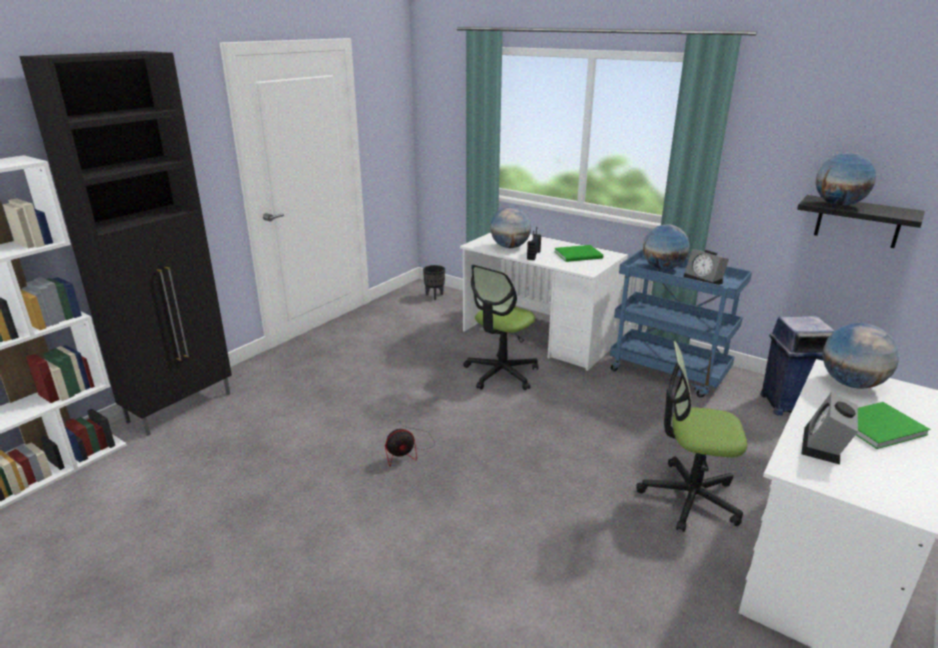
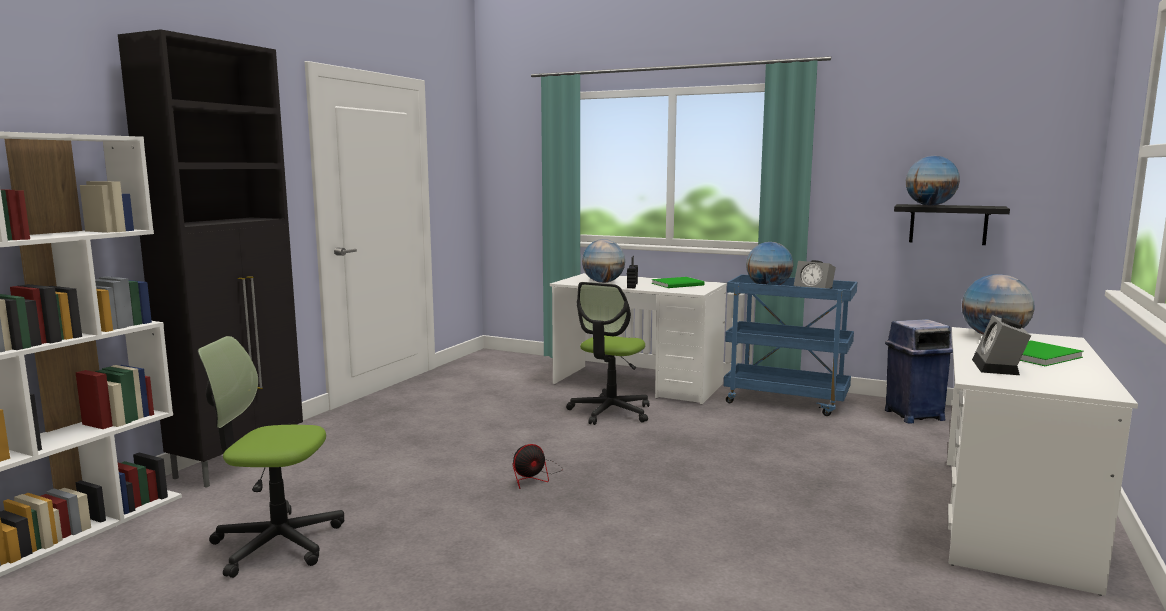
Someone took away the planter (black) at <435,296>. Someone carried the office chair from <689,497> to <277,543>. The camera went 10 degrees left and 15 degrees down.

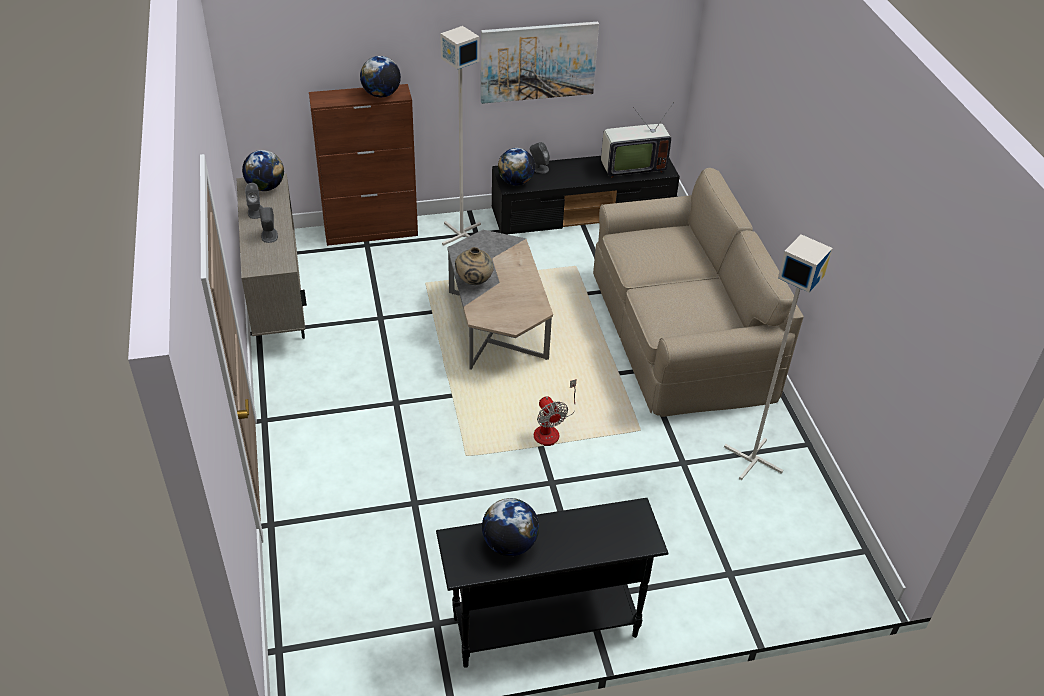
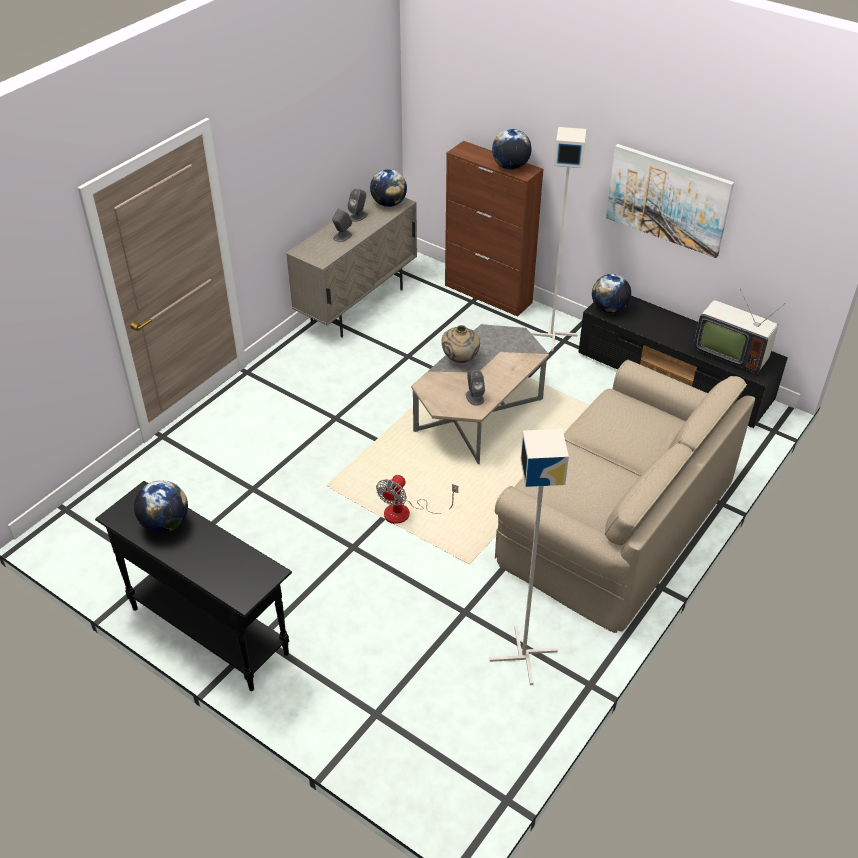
Someone carried the speaker (grey) from <538,168> to <474,397>. The camera went 50 degrees right and 0 degrees up.

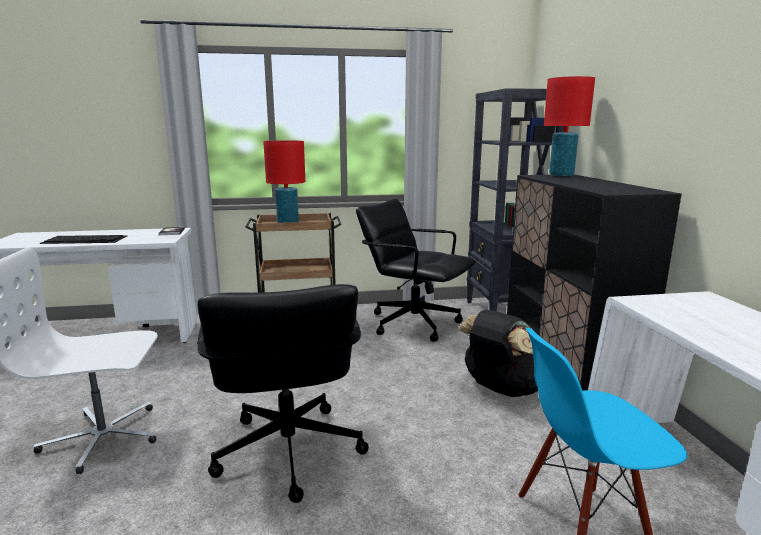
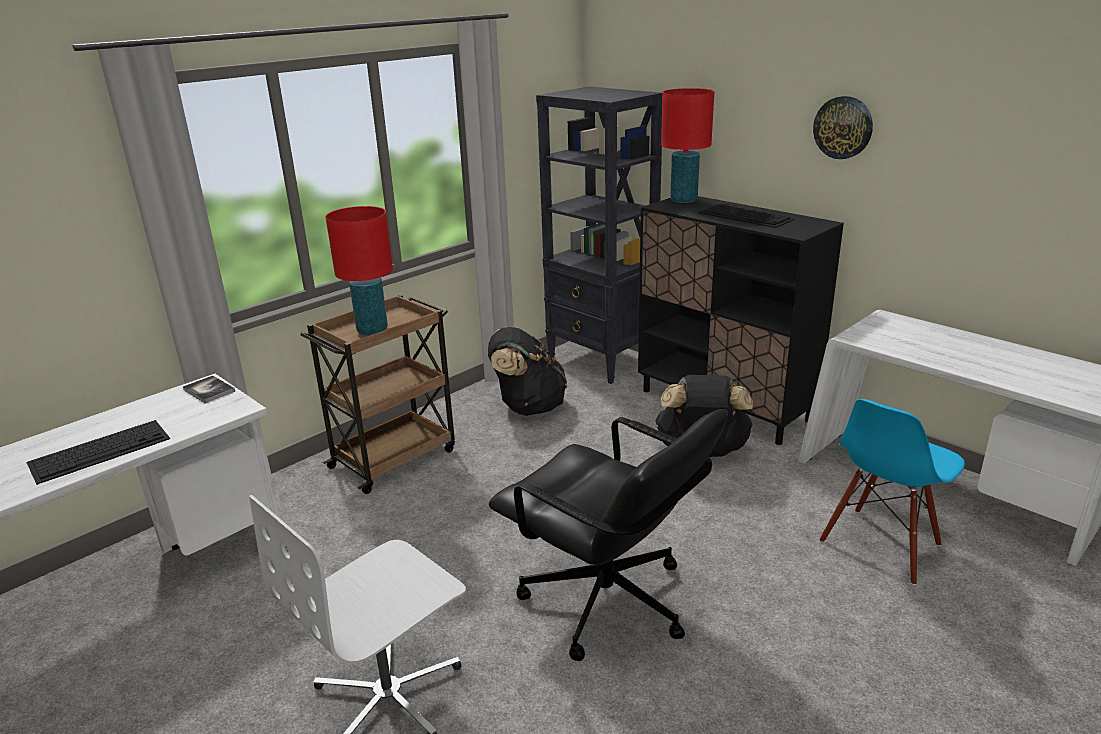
Someone swapped the office chair (black) at <413,323> for the backpack (black) at <528,407>. Someone put up the wall clock at <843,127>. Someone put down the keyboard at <746,216>. The camera went 35 degrees left and 10 degrees up.

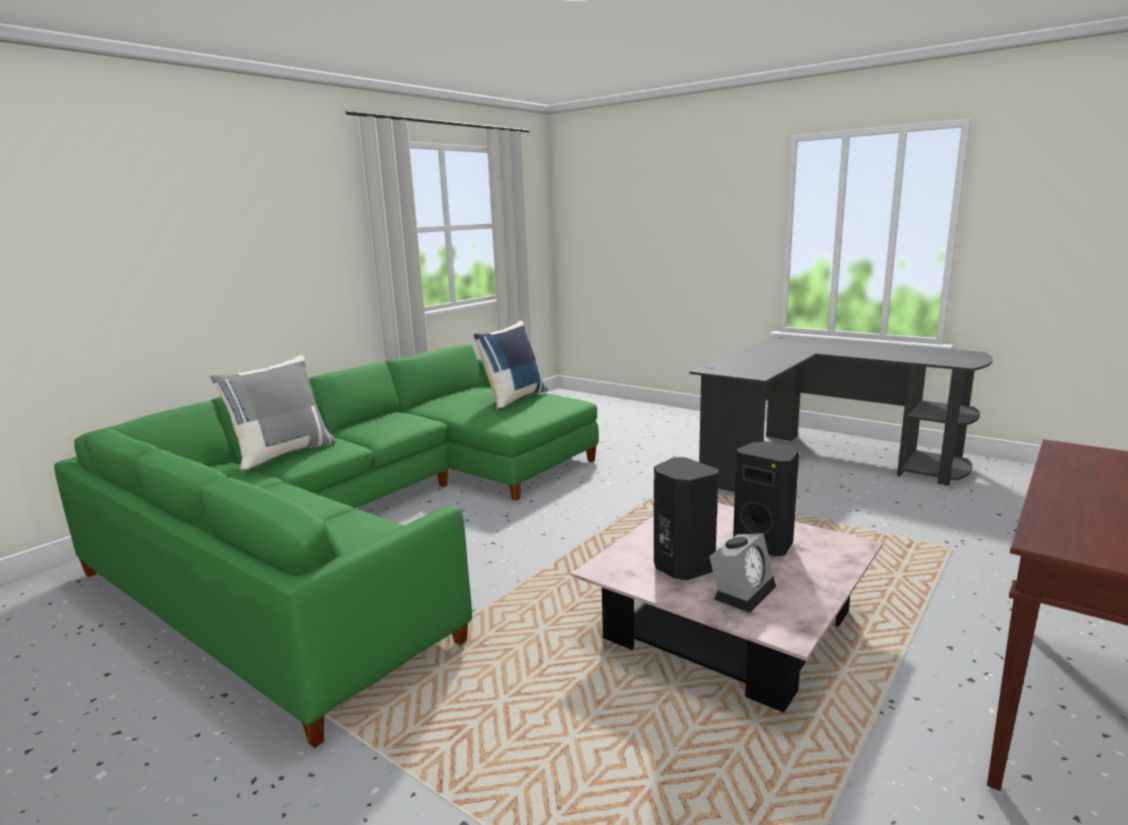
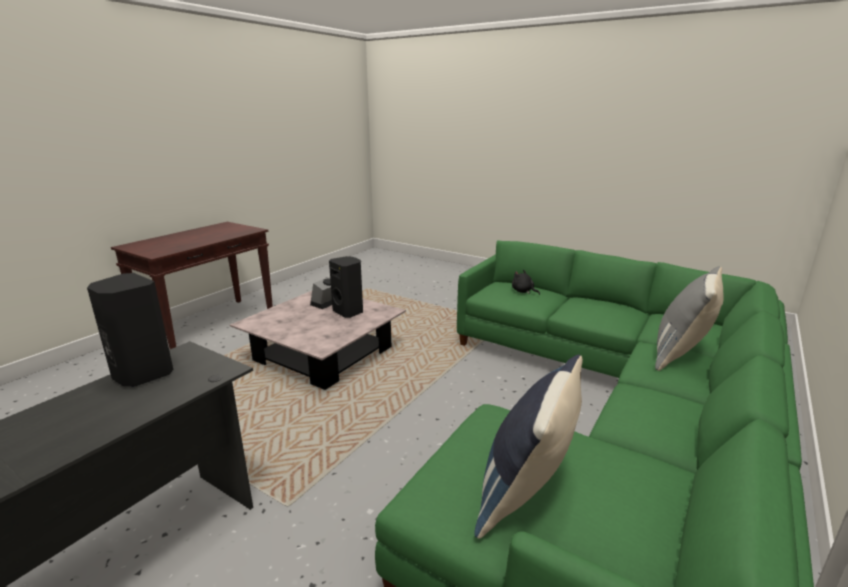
Someone carried the speaker (black) from <765,544> to <141,374>. Someone put down the plush toy (black) at <523,291>. The camera went 175 degrees right and 5 degrees up.

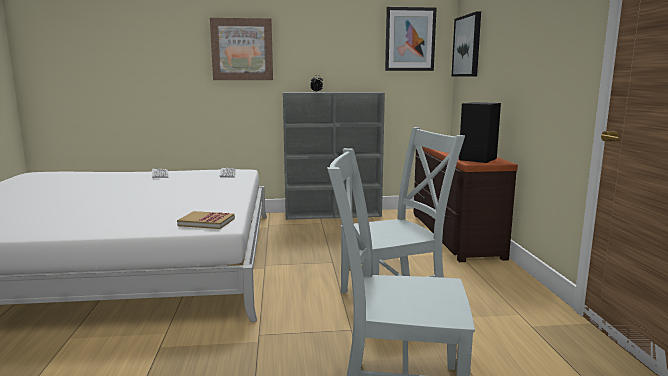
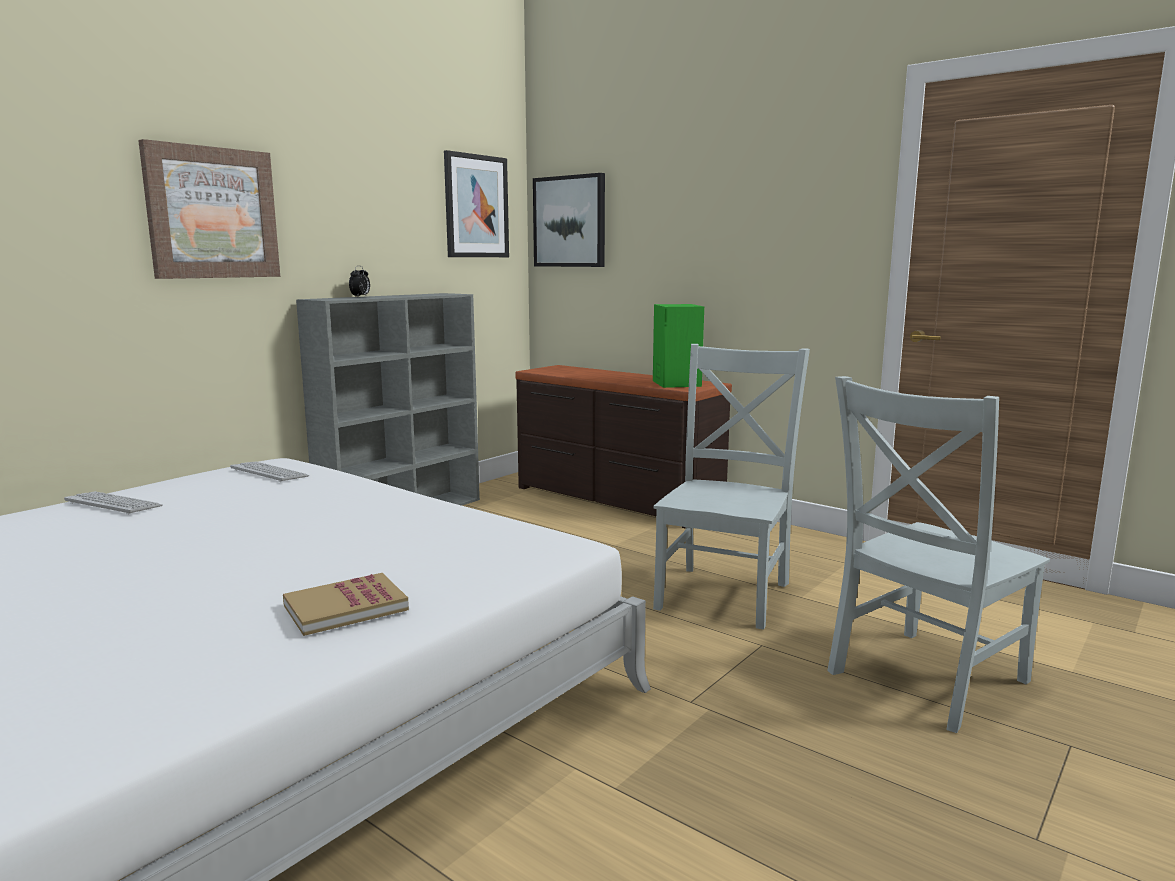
Someone repainted the speaker (black) at <478,159>, which became the speaker (green) at <676,383>. Someone carried the book from <206,222> to <345,608>. The camera went 45 degrees left and 0 degrees up.

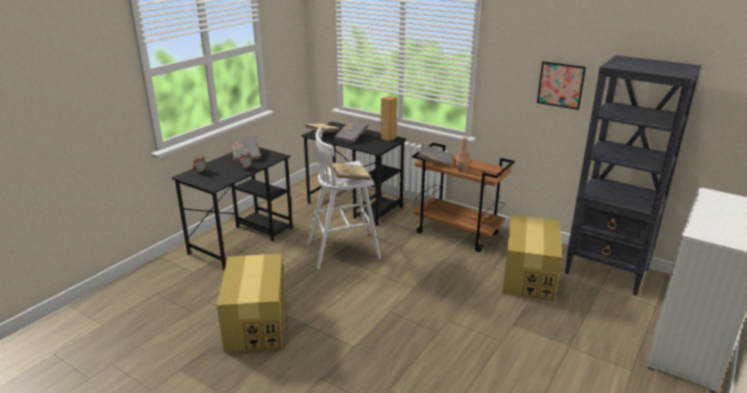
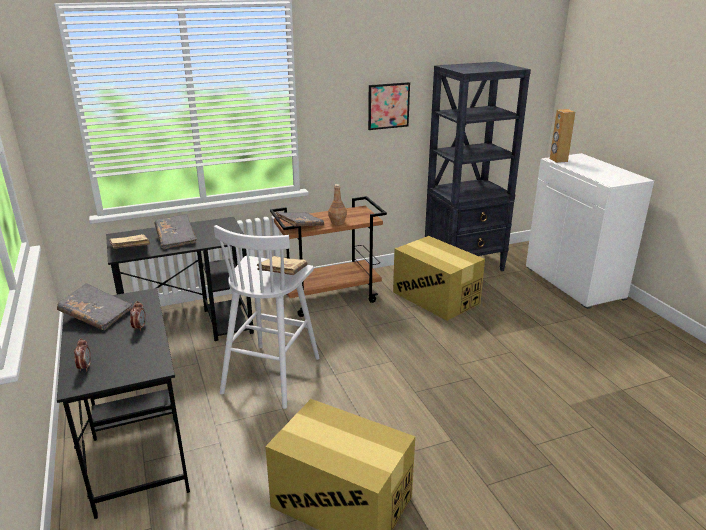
Someone carried the speaker (brown) from <388,138> to <558,160>. The camera went 55 degrees left and 0 degrees up.

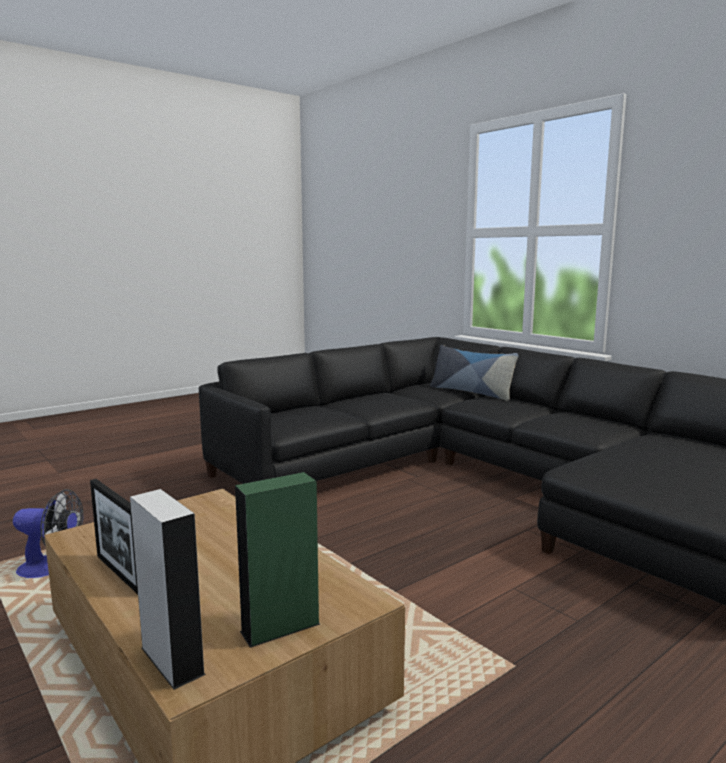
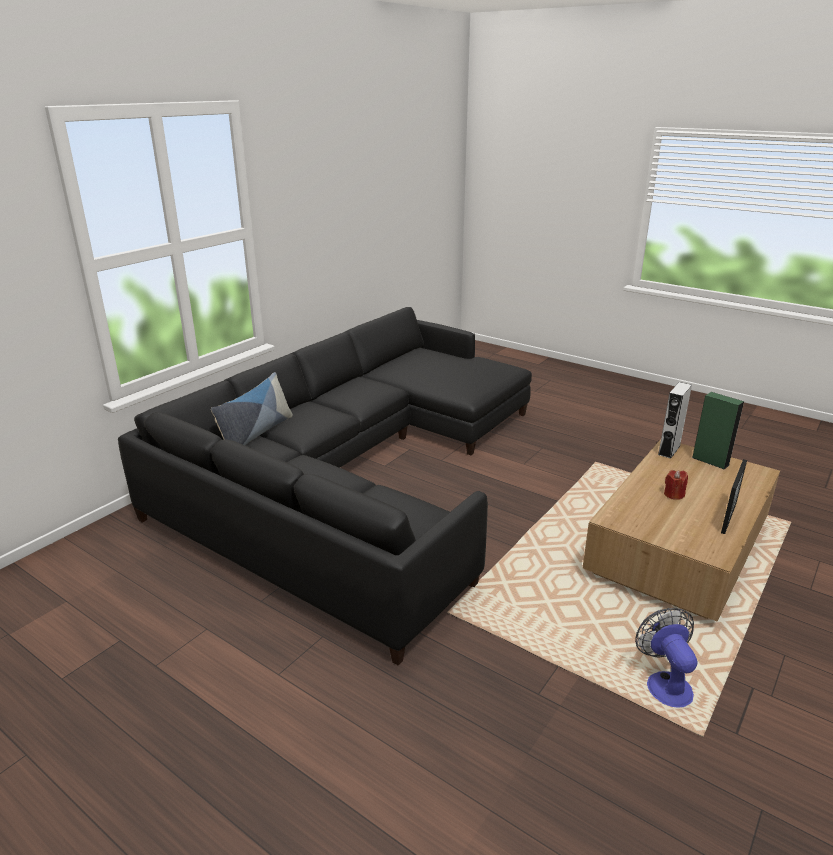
Someone carried the speaker (grey) from <172,660> to <669,450>. Someone put down the candle (red) at <673,494>. The camera went 105 degrees left and 15 degrees up.

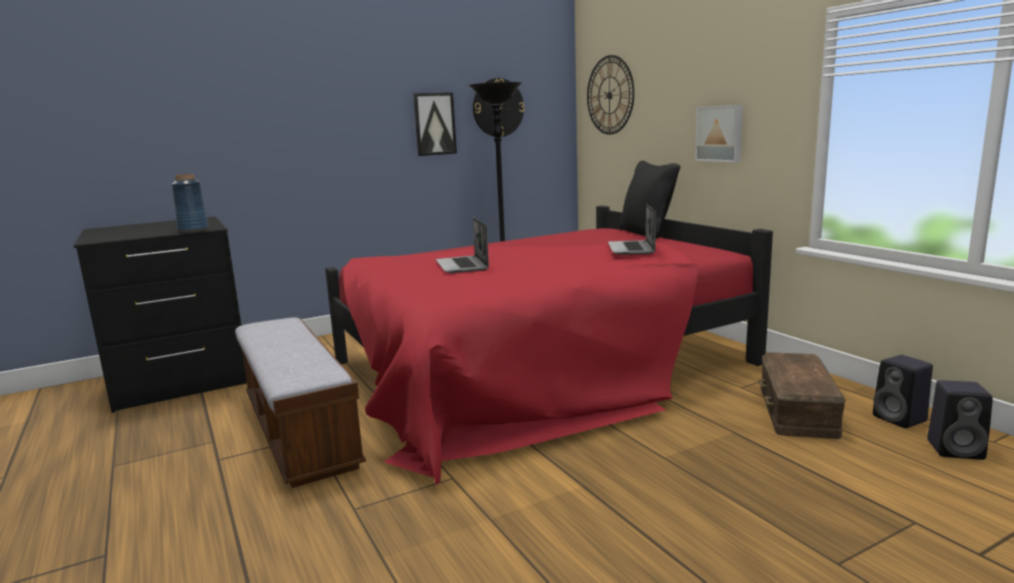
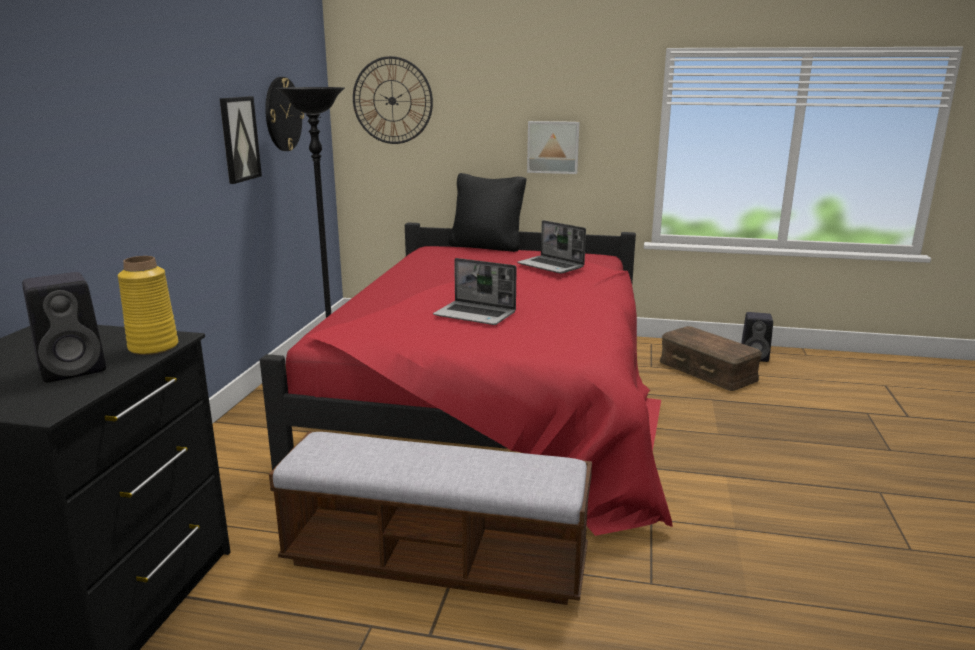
Someone repainted the vase (blue) at <193,230>, which became the vase (yellow) at <153,347>. Someone carried the speaker (black) from <957,449> to <75,368>. The camera went 50 degrees left and 5 degrees up.

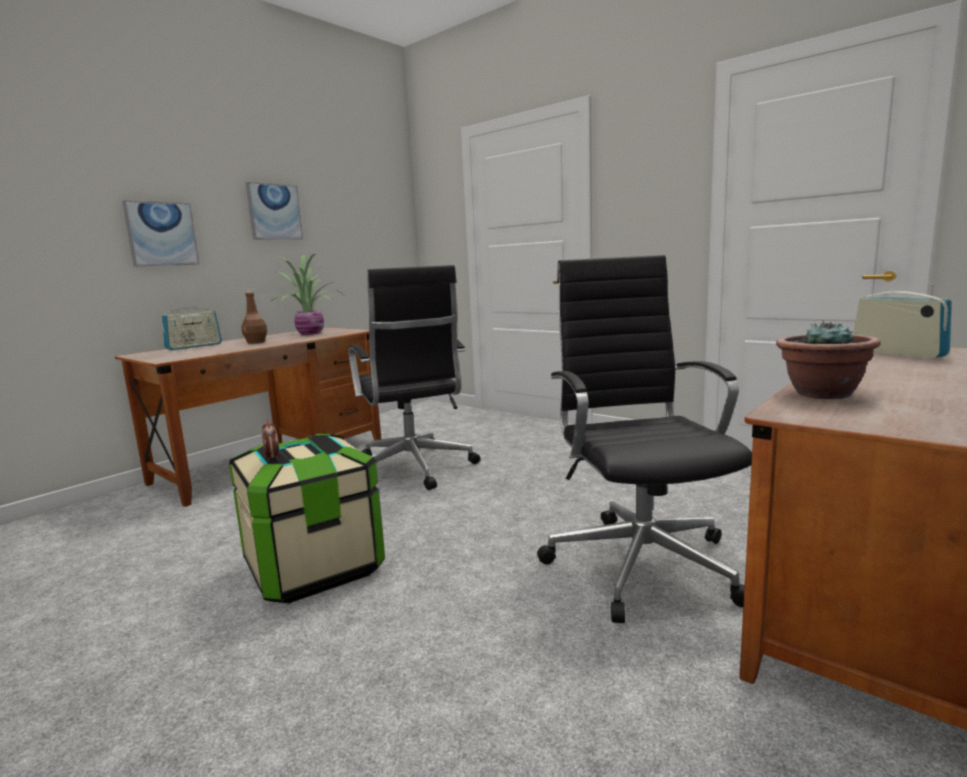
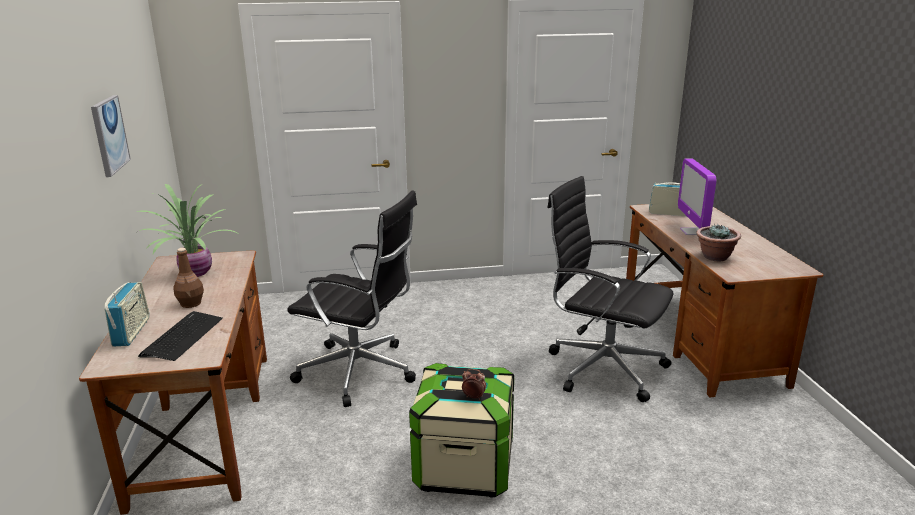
Someone took away the picture at <161,234>. Someone put down the monitor at <692,231>. Someone put down the keyboard at <182,337>. The camera went 50 degrees left and 10 degrees up.

